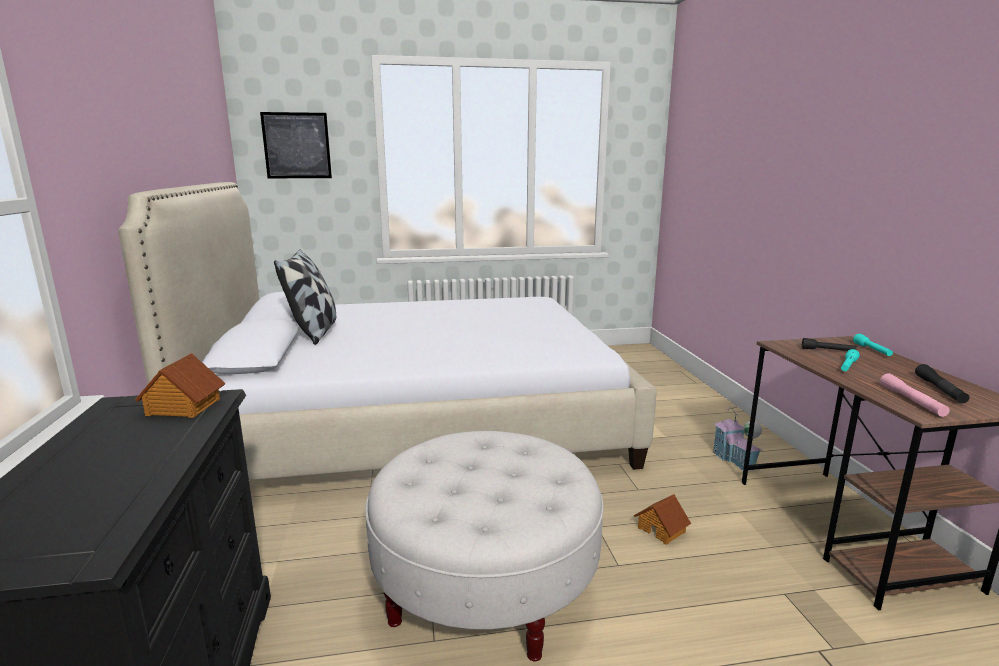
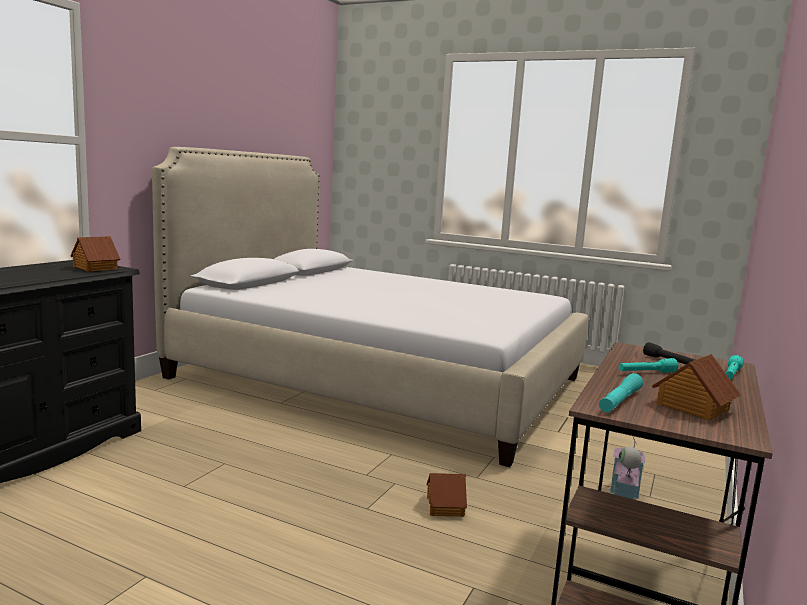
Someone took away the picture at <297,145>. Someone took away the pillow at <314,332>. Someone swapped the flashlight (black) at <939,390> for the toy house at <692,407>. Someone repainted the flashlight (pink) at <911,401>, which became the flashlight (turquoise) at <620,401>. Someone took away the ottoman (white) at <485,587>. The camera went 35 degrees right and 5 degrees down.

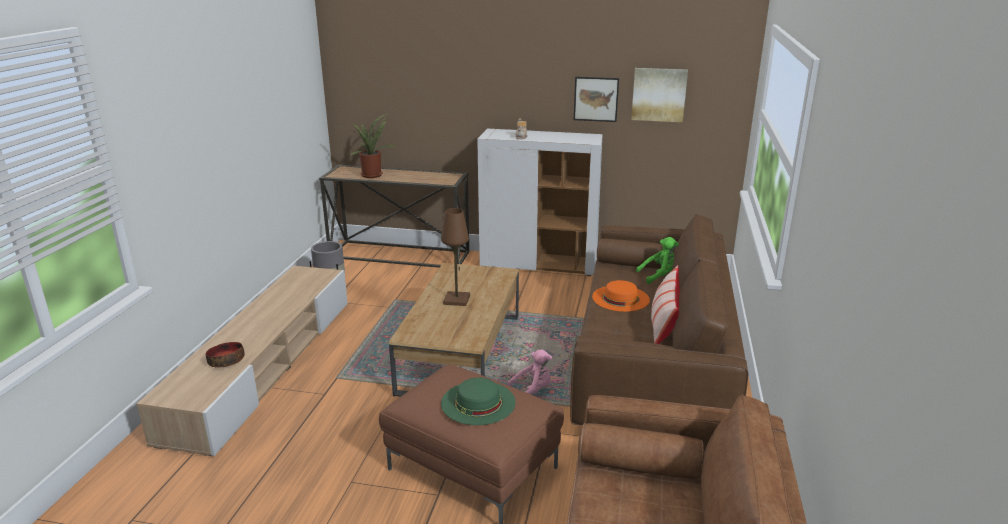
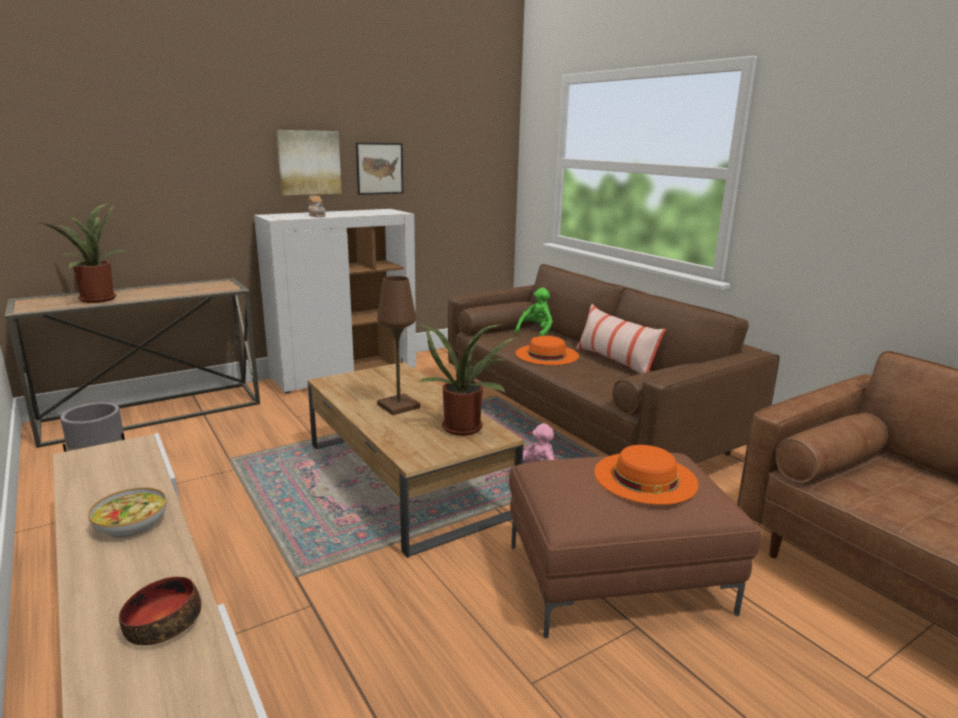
Someone carried the picture from <659,94> to <309,162>. Someone repainted the hat (green) at <478,402>, which became the hat (orange) at <645,477>. Someone put down the potted plant at <465,426>. Someone put down the bowl at <131,524>. The camera went 45 degrees left and 5 degrees down.

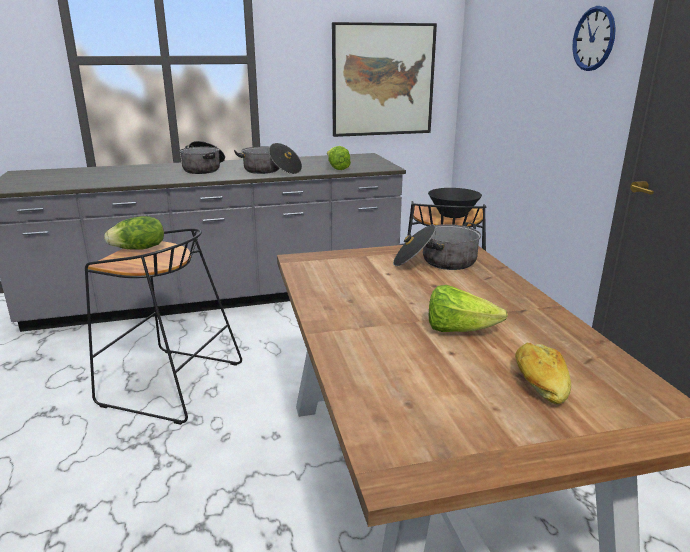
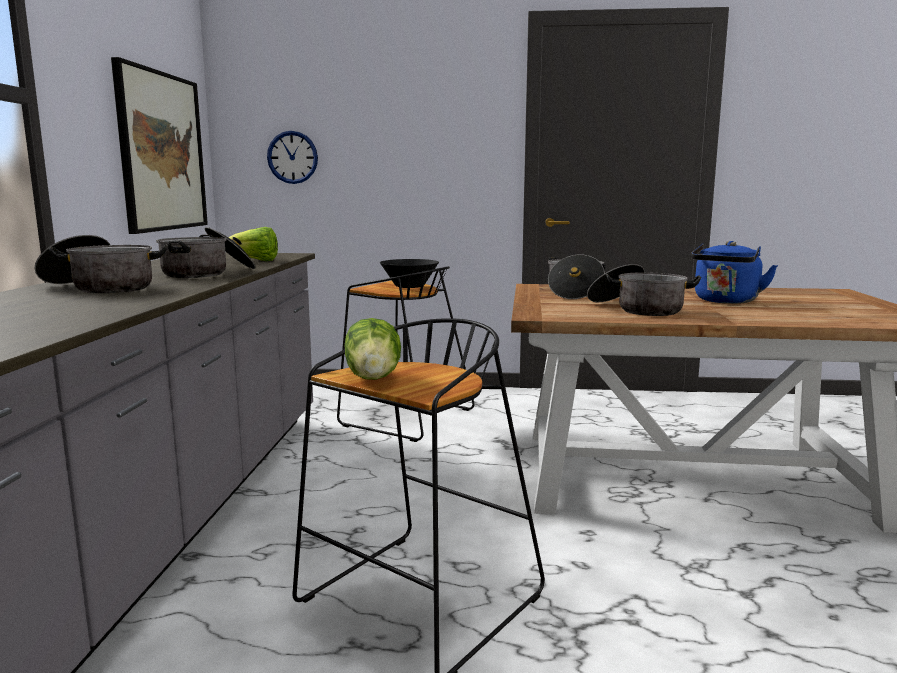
Someone carried the wall clock from <593,39> to <292,157>. Someone swapped the lettuce at <458,330> for the kettle (blue) at <725,301>. Someone took away the bread at <539,383>. Someone put down the cooking pot at <637,309>. The camera went 70 degrees left and 10 degrees down.

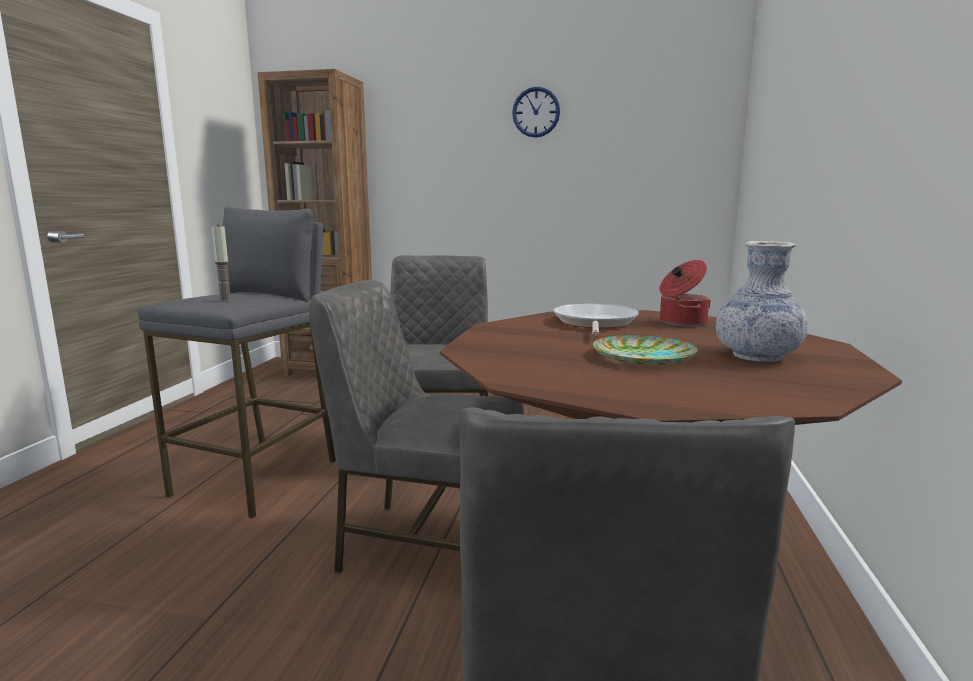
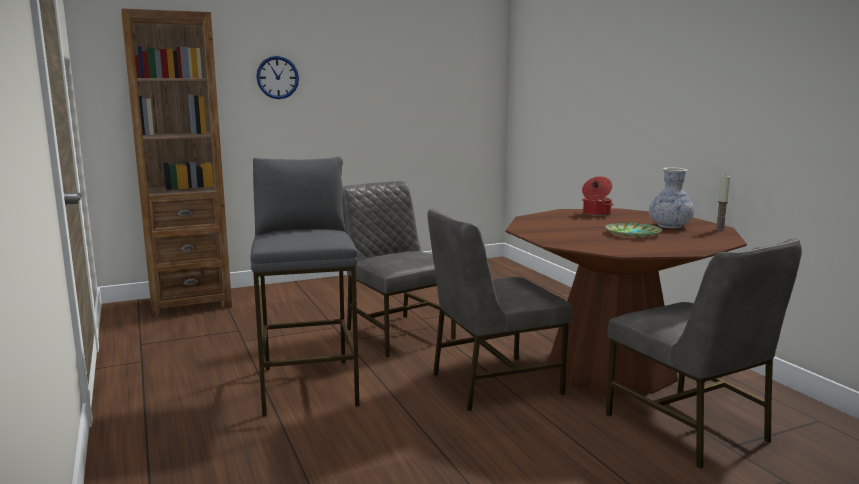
Someone carried the wall clock from <536,112> to <277,77>. Someone carried the candle from <225,300> to <720,229>. Someone took away the frying pan at <594,323>. The camera went 35 degrees left and 0 degrees up.

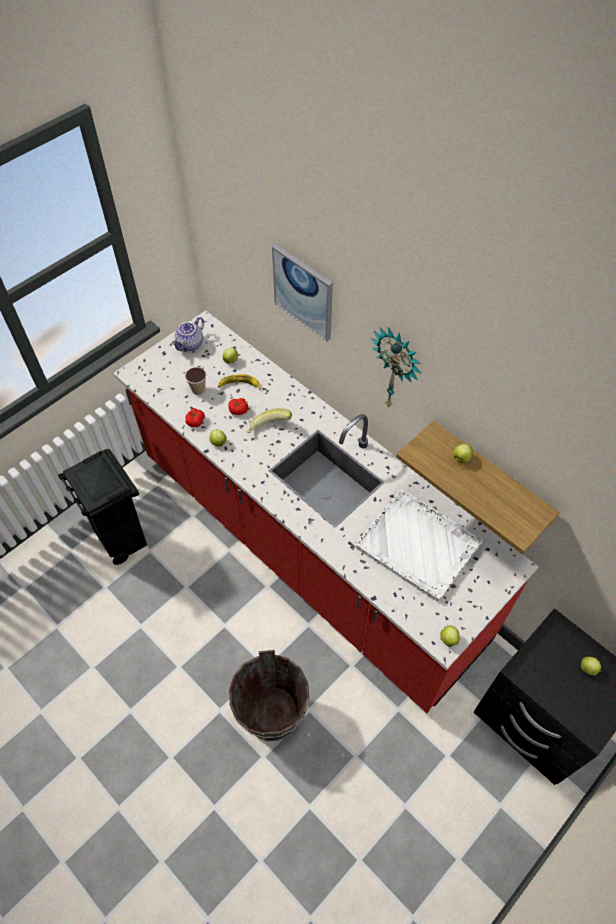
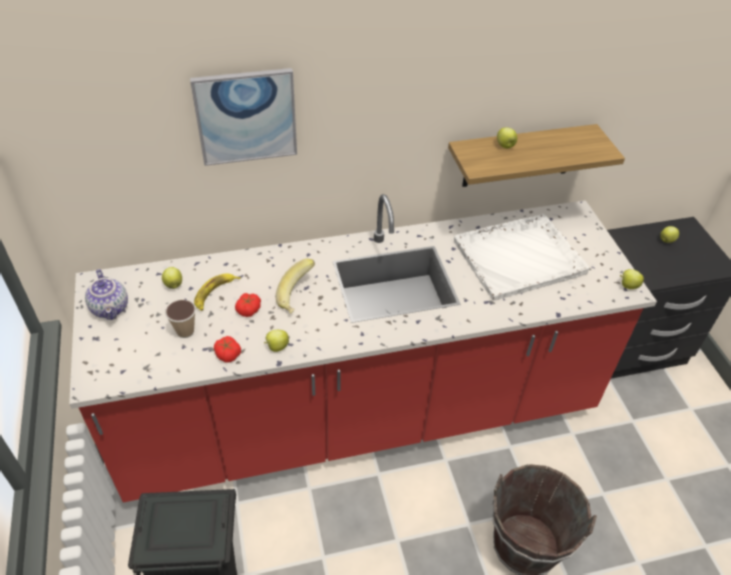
Someone took away the wall clock at <396,369>. The camera went 60 degrees left and 10 degrees down.

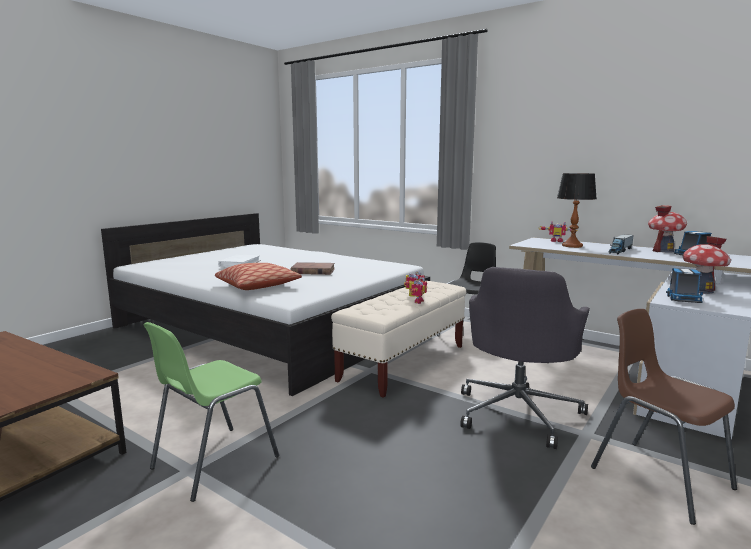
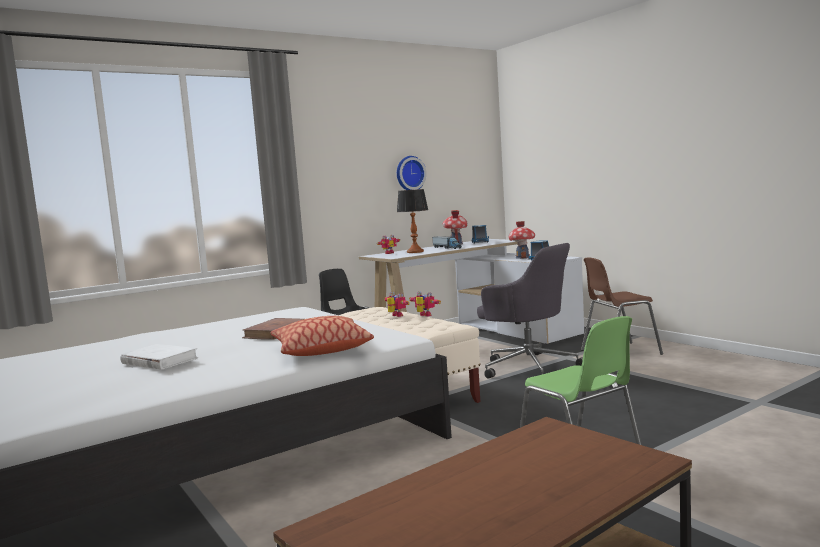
Someone put up the wall clock at <409,173>. The camera went 70 degrees left and 5 degrees down.

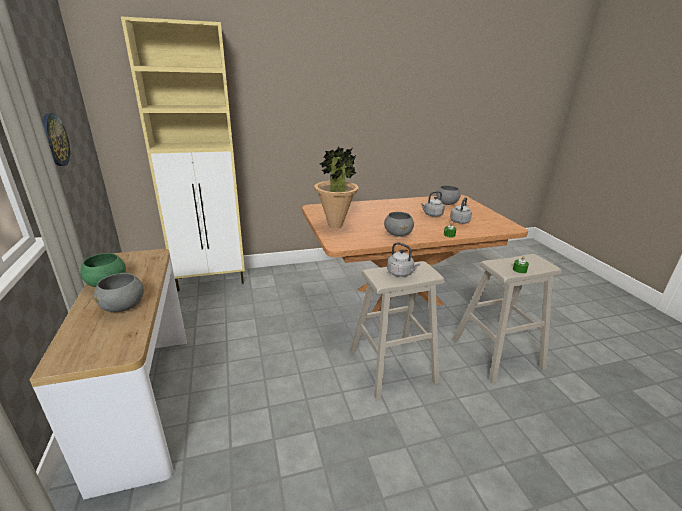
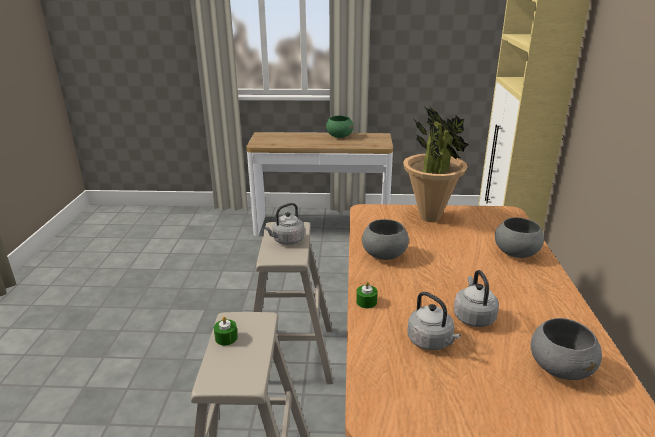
Someone took away the wall clock at <54,140>. Someone carried the bowl (grey) from <124,307> to <516,253>. The camera went 110 degrees right and 0 degrees up.

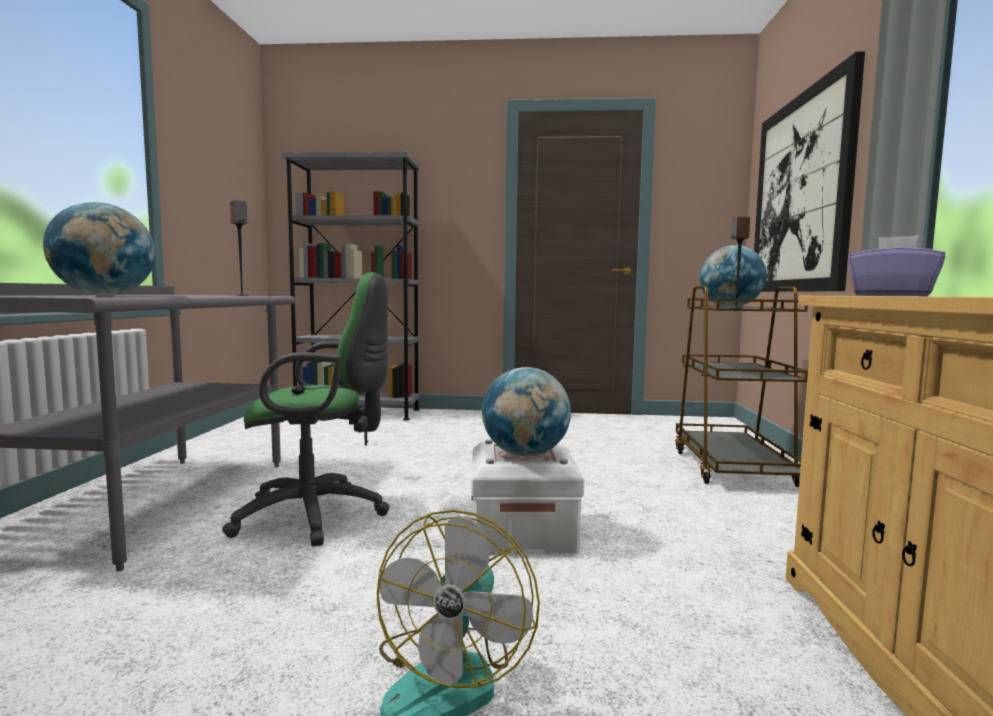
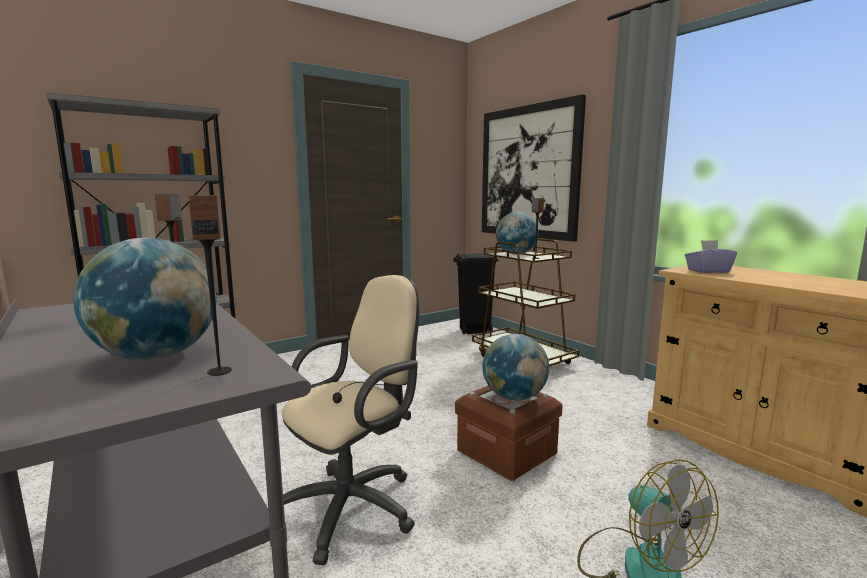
Someone repainted the office chair (green) at <319,516>, which became the office chair (beige) at <356,505>. Someone repainted the storage box (white) at <522,532>, which became the storage box (brown) at <506,452>. Someone put down the speaker at <219,371>. Someone put down the trash can (black) at <474,331>. The camera went 40 degrees left and 5 degrees up.

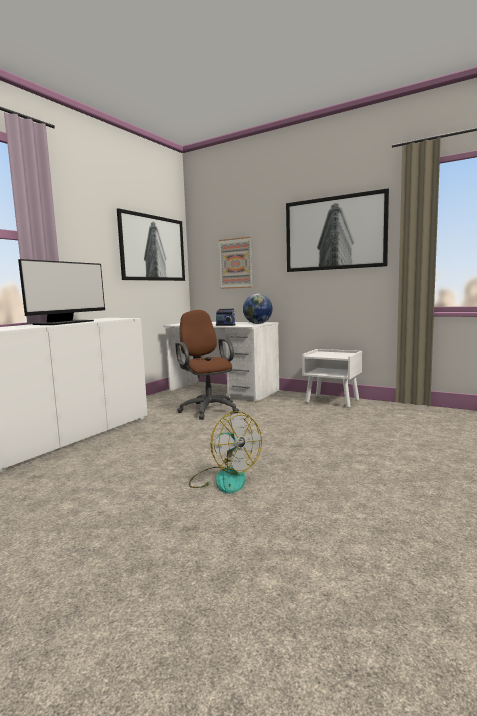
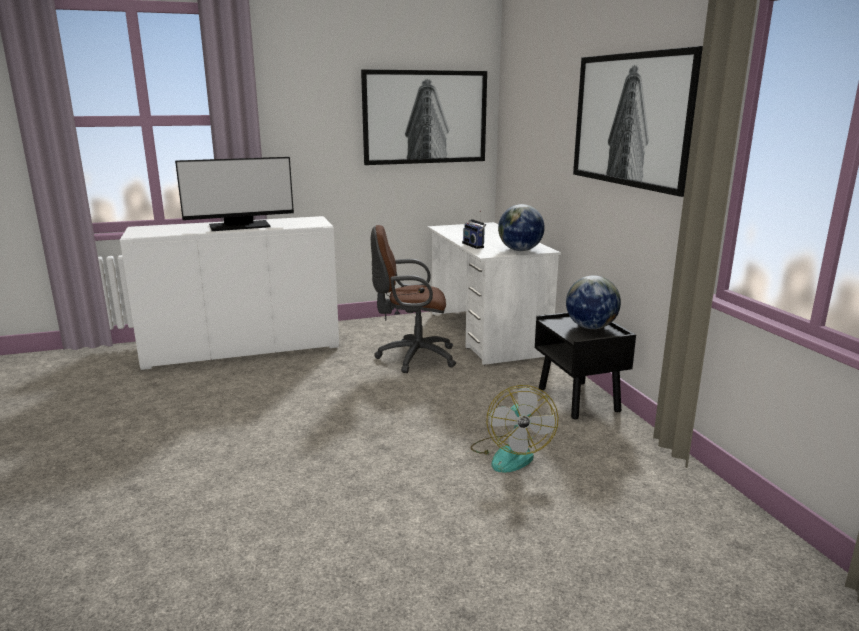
Someone took away the picture at <236,263>. Someone rotated the office chair (brown) at <207,409> by 105 degrees counterclockwise. Someone repainted the nightstand (white) at <332,401>, which became the nightstand (black) at <579,400>. Someone carried the fan from <224,479> to <510,454>. Someone put down the globe at <590,327>. The camera went 40 degrees right and 10 degrees up.

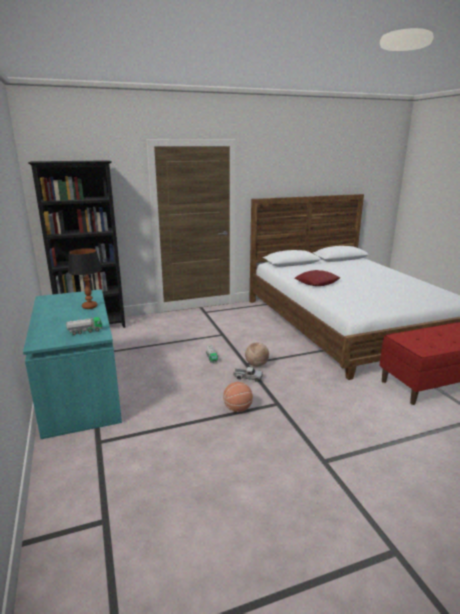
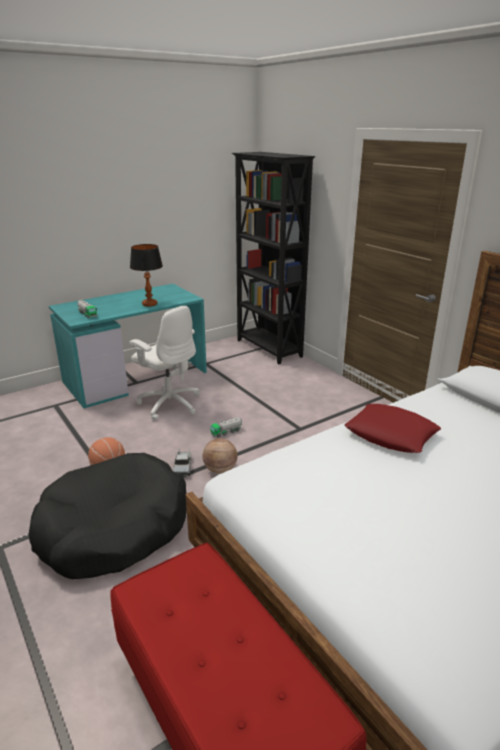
Someone put down the office chair (white) at <169,404>. Someone put down the dog bed (black) at <113,528>. The camera went 75 degrees right and 5 degrees up.

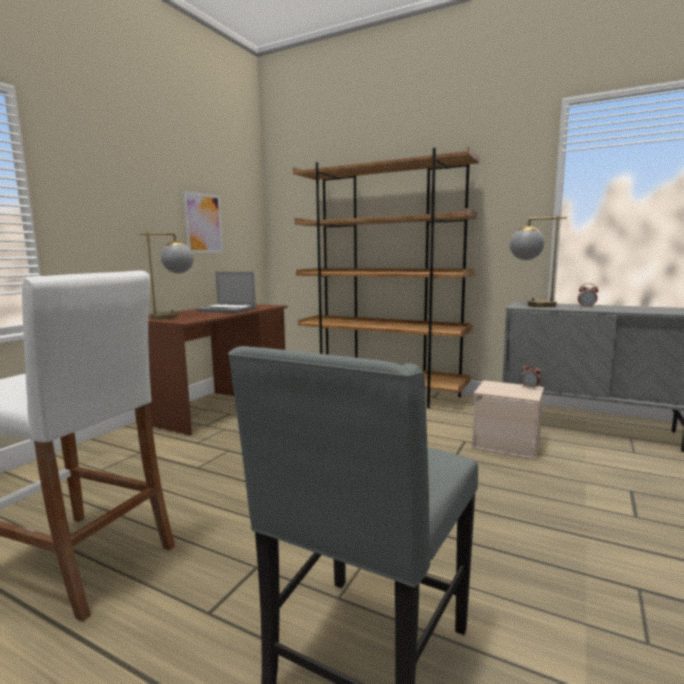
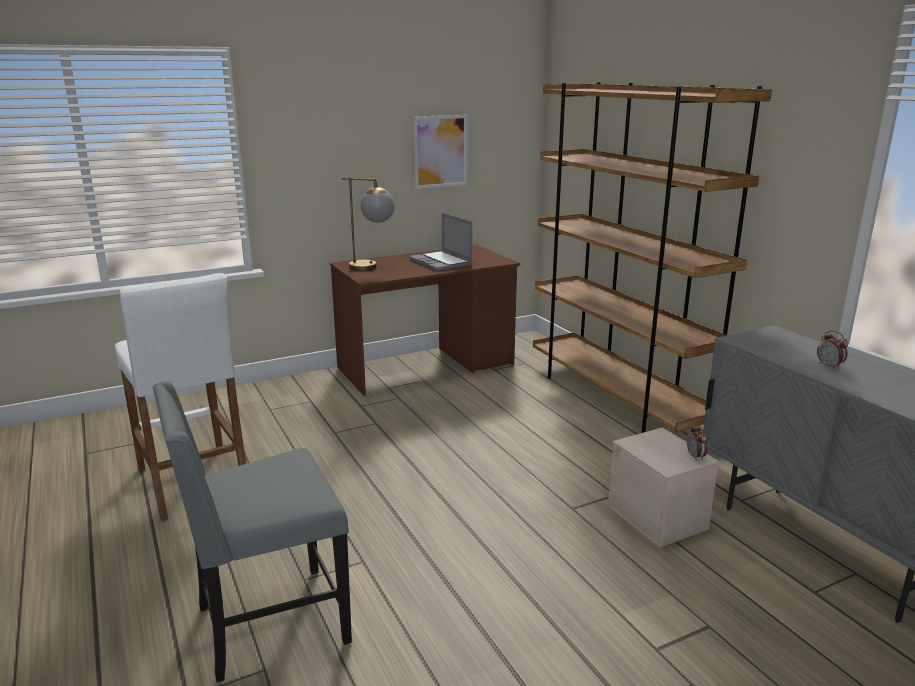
Someone took away the table lamp at <531,305>. The camera went 35 degrees right and 10 degrees up.

